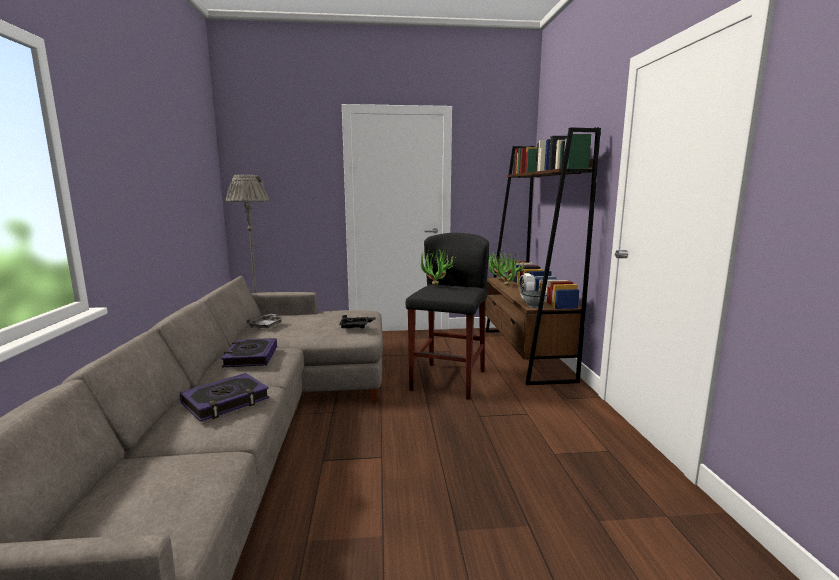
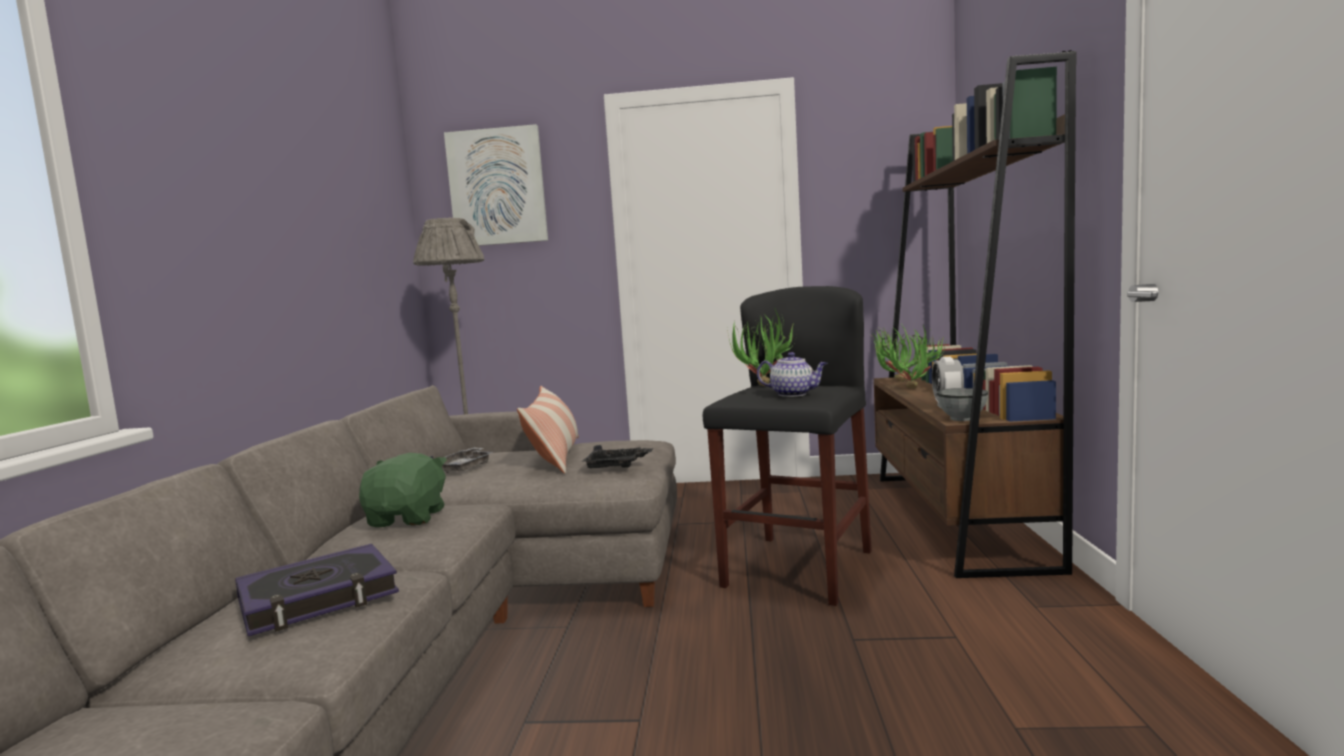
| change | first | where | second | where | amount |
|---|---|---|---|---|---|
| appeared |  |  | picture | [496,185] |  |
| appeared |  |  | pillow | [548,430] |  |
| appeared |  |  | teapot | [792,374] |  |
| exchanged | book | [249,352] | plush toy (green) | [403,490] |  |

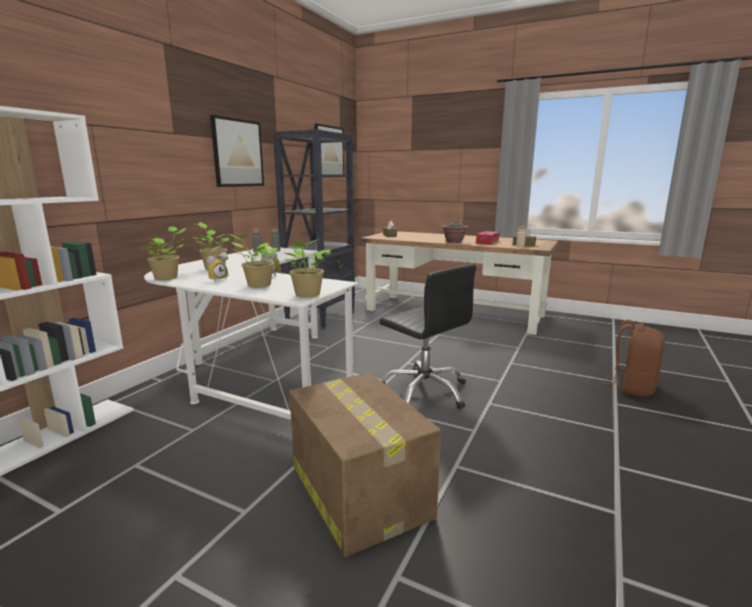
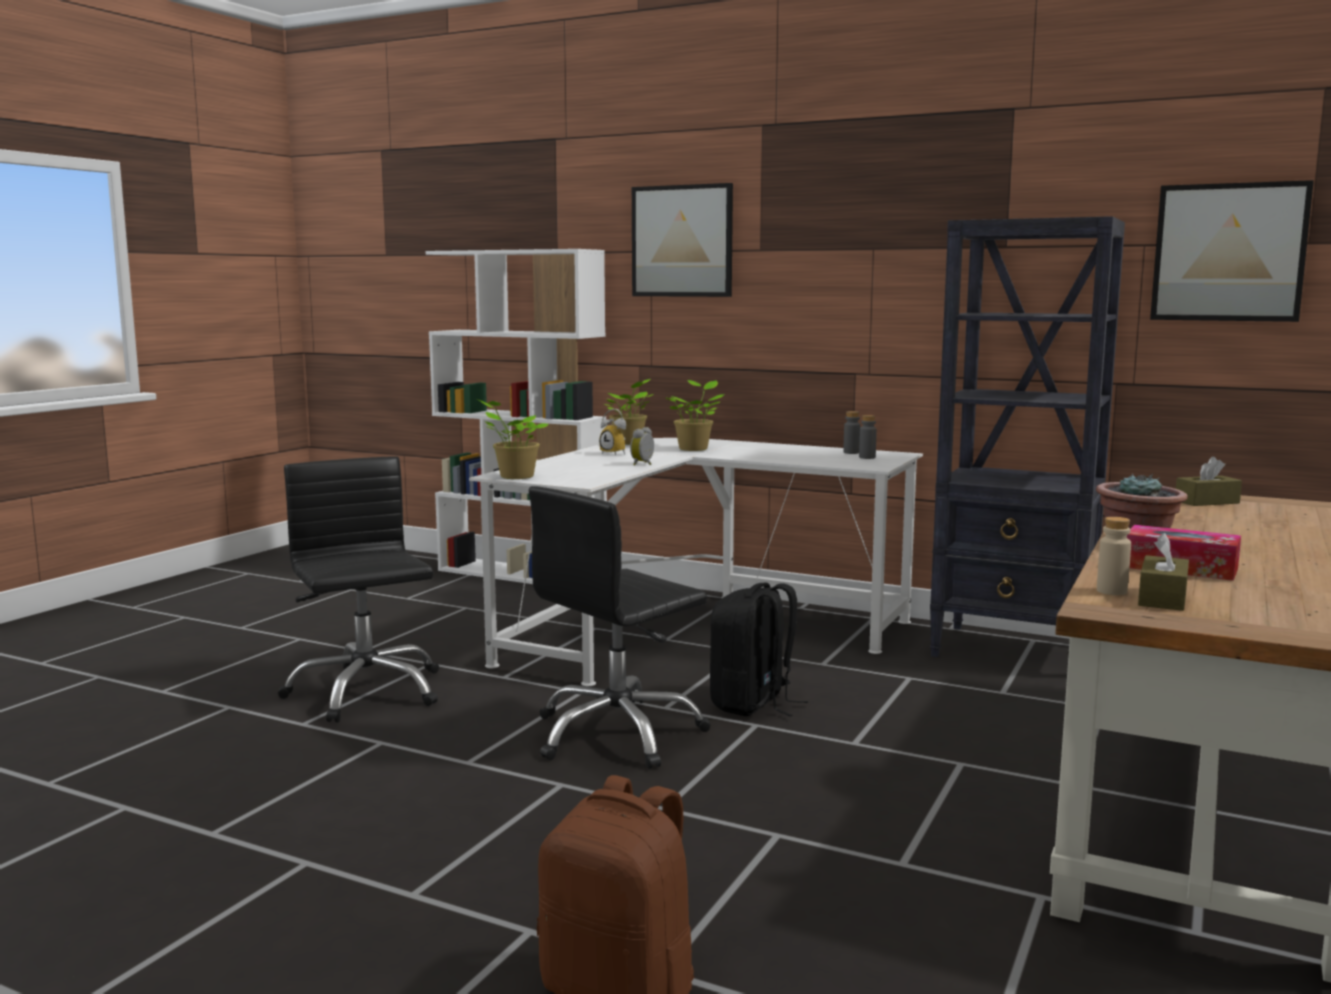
| change | first | where | second | where | amount |
|---|---|---|---|---|---|
| missing | potted plant | [251,260] |  |  |  |
| appeared |  |  | backpack (black) | [759,649] |  |
| relocated | picture | [237,151] |  | [682,240] |  |
| exchanged | cardboard box | [365,464] | office chair (black) | [358,589] |  |

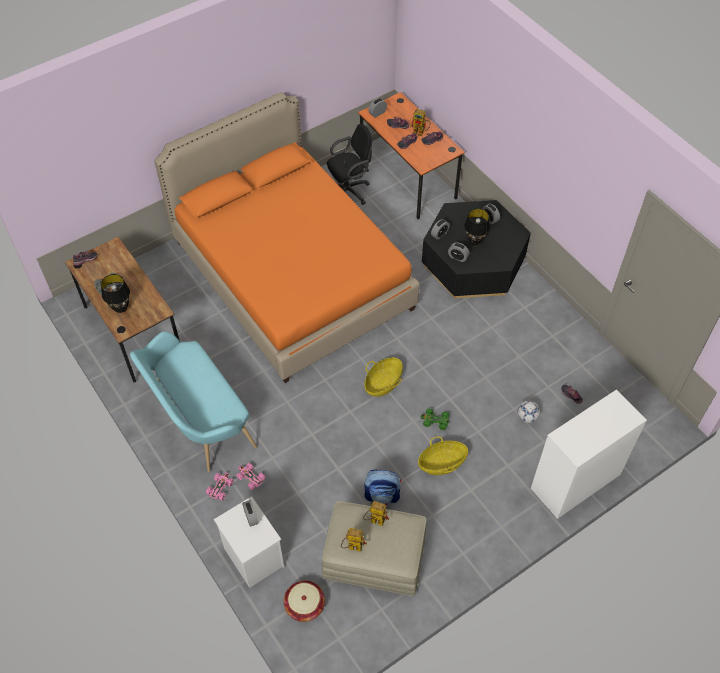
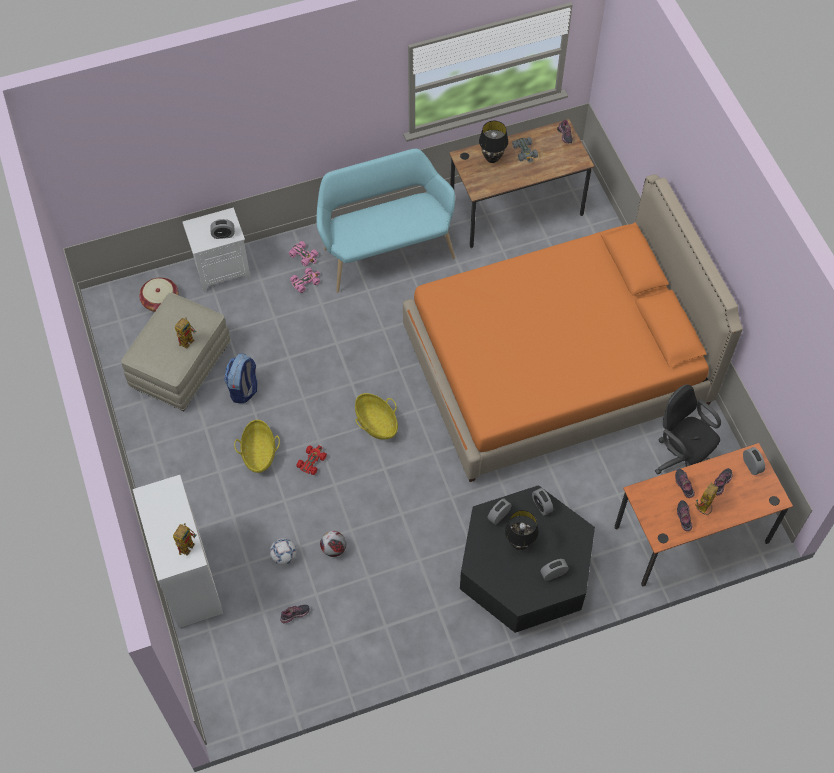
| change | first | where | second | where | amount |
|---|---|---|---|---|---|
| appeared |  |  | football | [333,544] |  |
| relocated | toy robot | [354,540] |  | [184,539] |  |
| colour | toy car (green) | [435,419] | toy car (red) | [311,460] |  |
| spun | office chair (black) | [349,164] |  | [688,429] | 150 degrees clockwise |

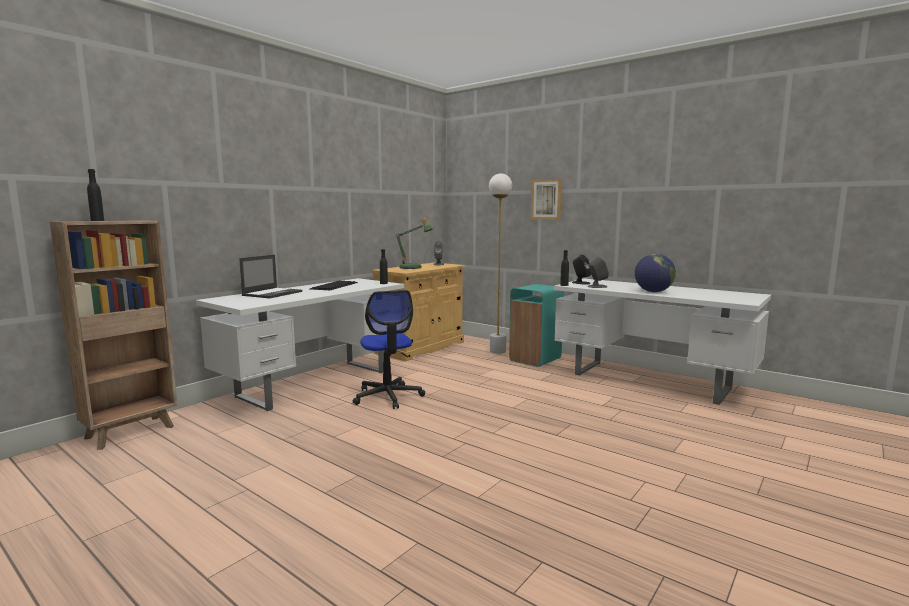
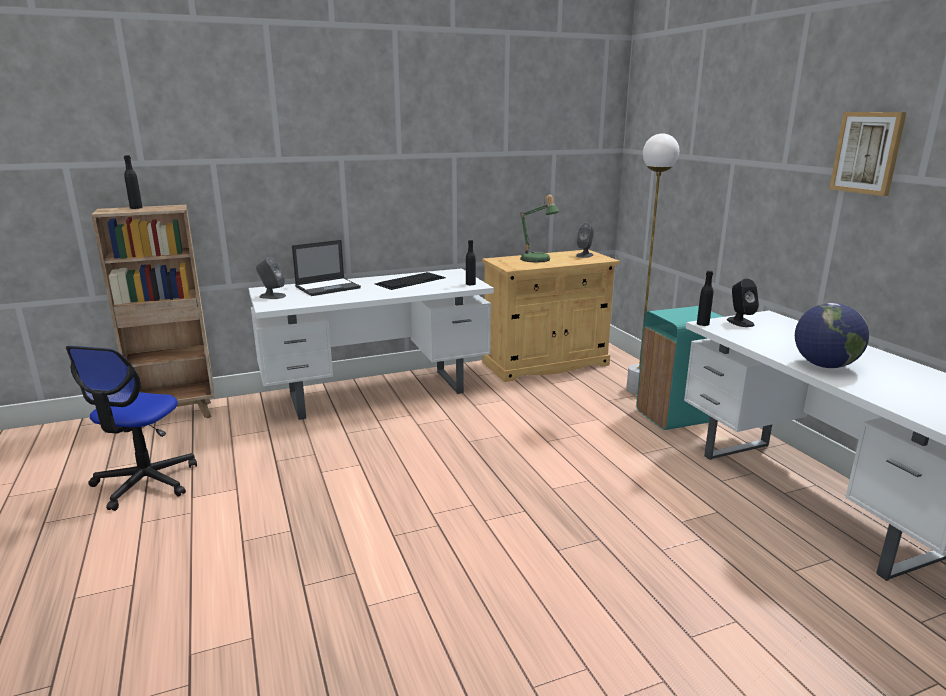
| change | first | where | second | where | amount |
|---|---|---|---|---|---|
| relocated | office chair | [389,349] |  | [131,428] |  |
| relocated | picture | [546,199] |  | [867,154] |  |
| relocated | speaker (grey) | [598,272] |  | [271,278] |  |

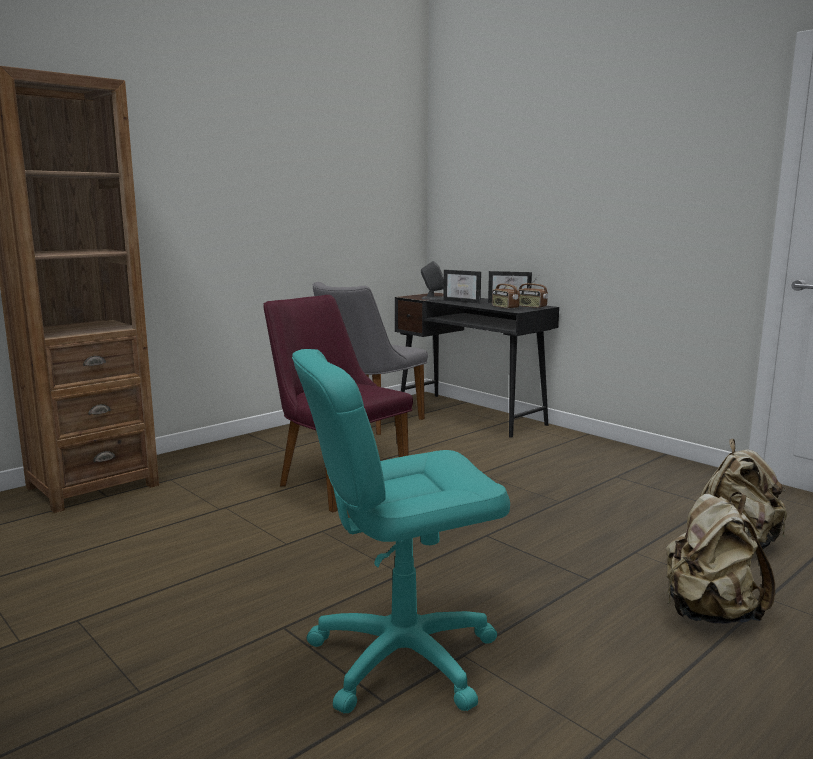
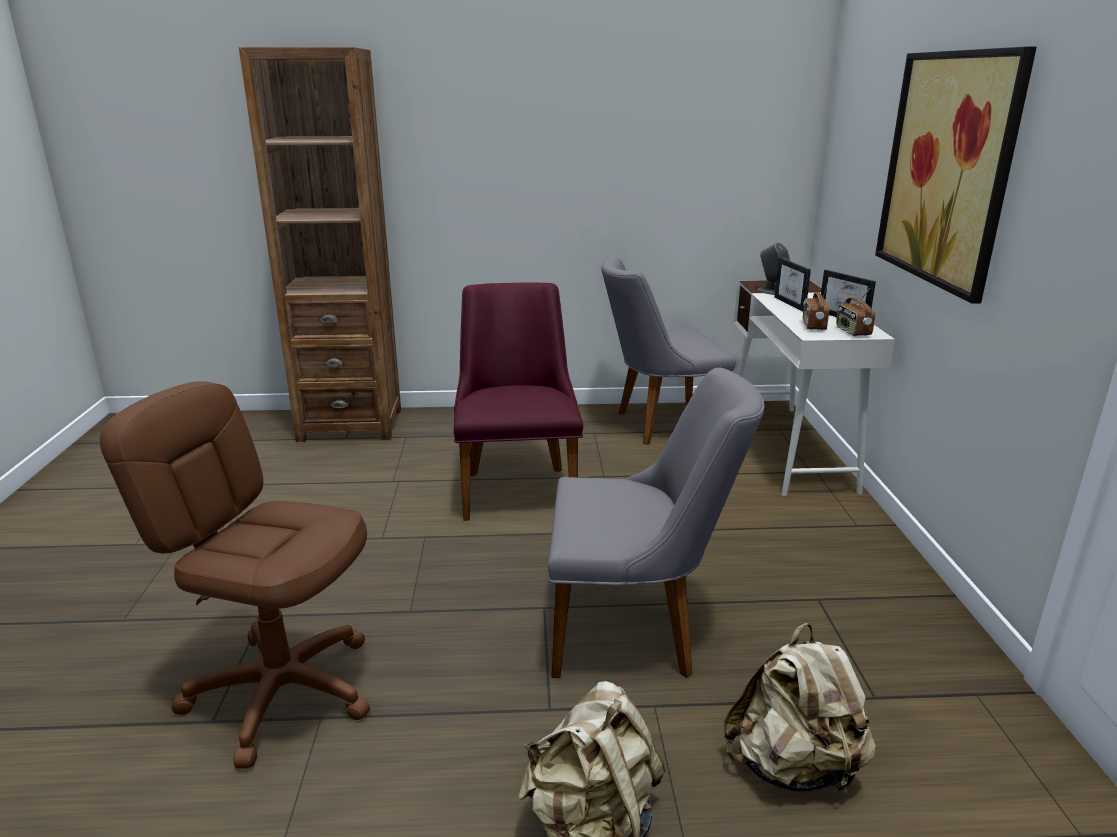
| change | first | where | second | where | amount |
|---|---|---|---|---|---|
| appeared |  |  | chair (grey) | [656,522] |  |
| appeared |  |  | picture | [956,175] |  |
| colour | office chair (turquoise) | [401,531] | office chair (brown) | [235,575] |  |
| colour | desk (black) | [477,365] | desk (white) | [814,388] |  |

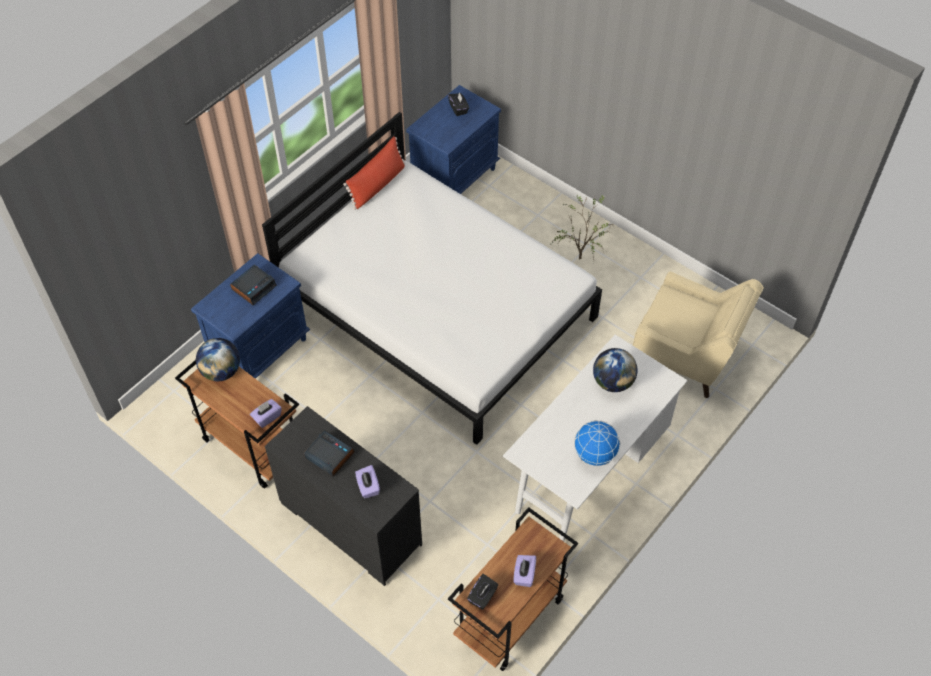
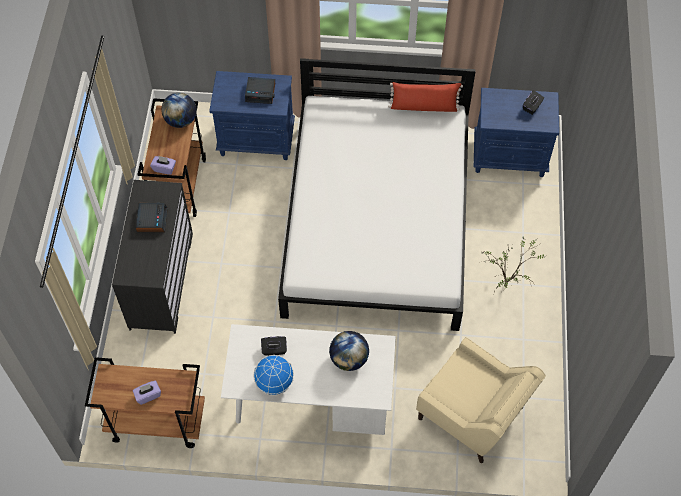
| change | first | where | second | where | amount |
|---|---|---|---|---|---|
| missing | tissue box (purple) | [367,481] |  |  |  |
| relocated | tissue box (black) | [482,592] |  | [274,346] |  |
| spun | armchair (beige) | [698,335] |  | [481,400] | 45 degrees counterclockwise |

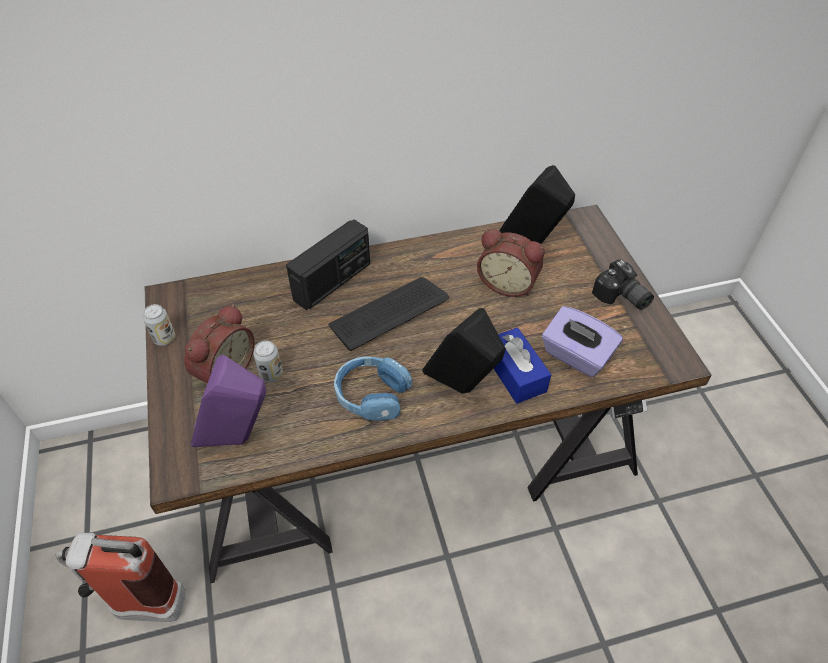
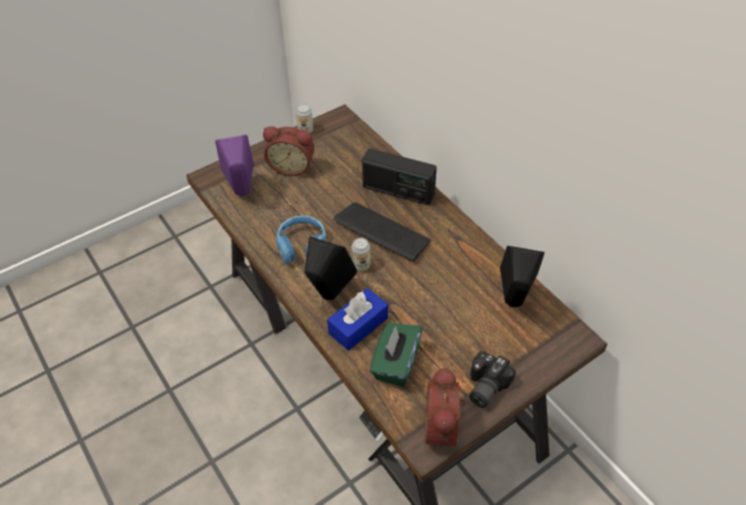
| change | first | where | second | where | amount |
|---|---|---|---|---|---|
| missing | fire extinguisher | [120,577] |  |  |  |
| relocated | can | [268,361] |  | [360,254] |  |
| relocated | alarm clock | [511,263] |  | [445,408] |  |
| colour | tissue box (purple) | [582,341] | tissue box (green) | [396,355] |  |

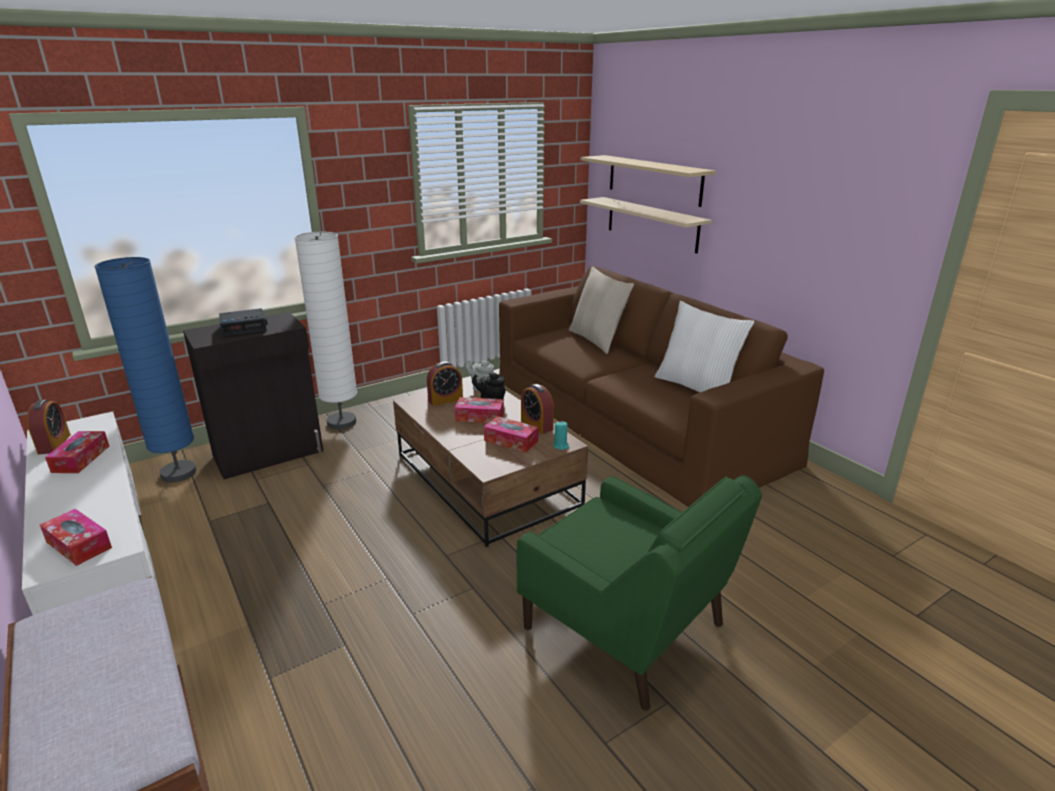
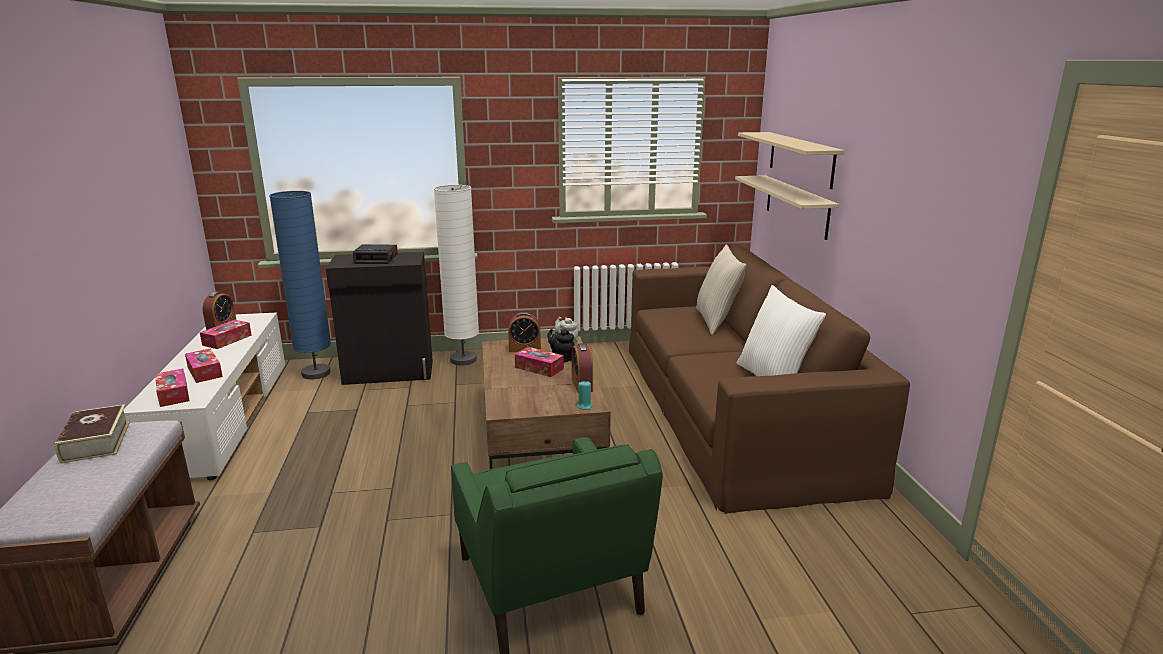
| change | first | where | second | where | amount |
|---|---|---|---|---|---|
| appeared |  |  | book | [92,434] |  |
| relocated | tissue box | [511,434] |  | [204,365] |  |

